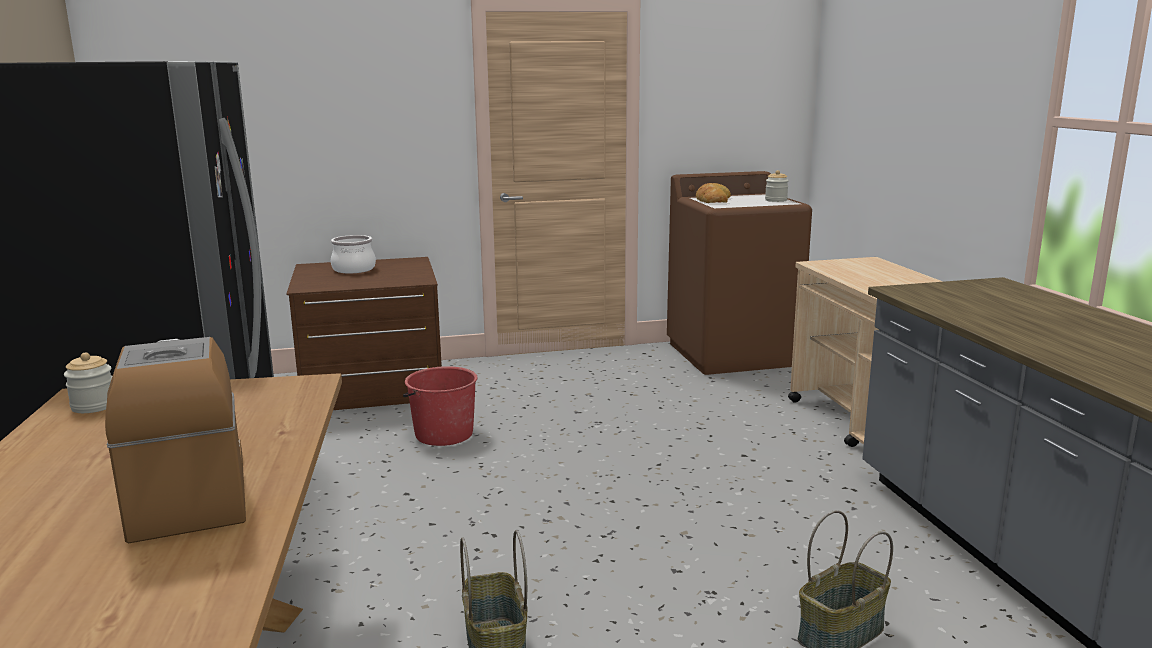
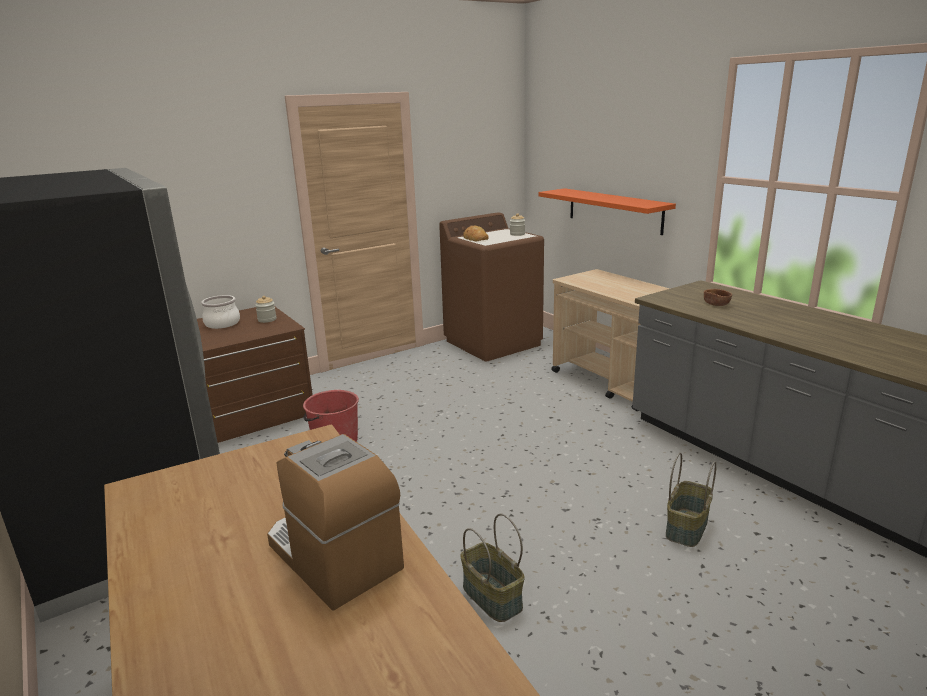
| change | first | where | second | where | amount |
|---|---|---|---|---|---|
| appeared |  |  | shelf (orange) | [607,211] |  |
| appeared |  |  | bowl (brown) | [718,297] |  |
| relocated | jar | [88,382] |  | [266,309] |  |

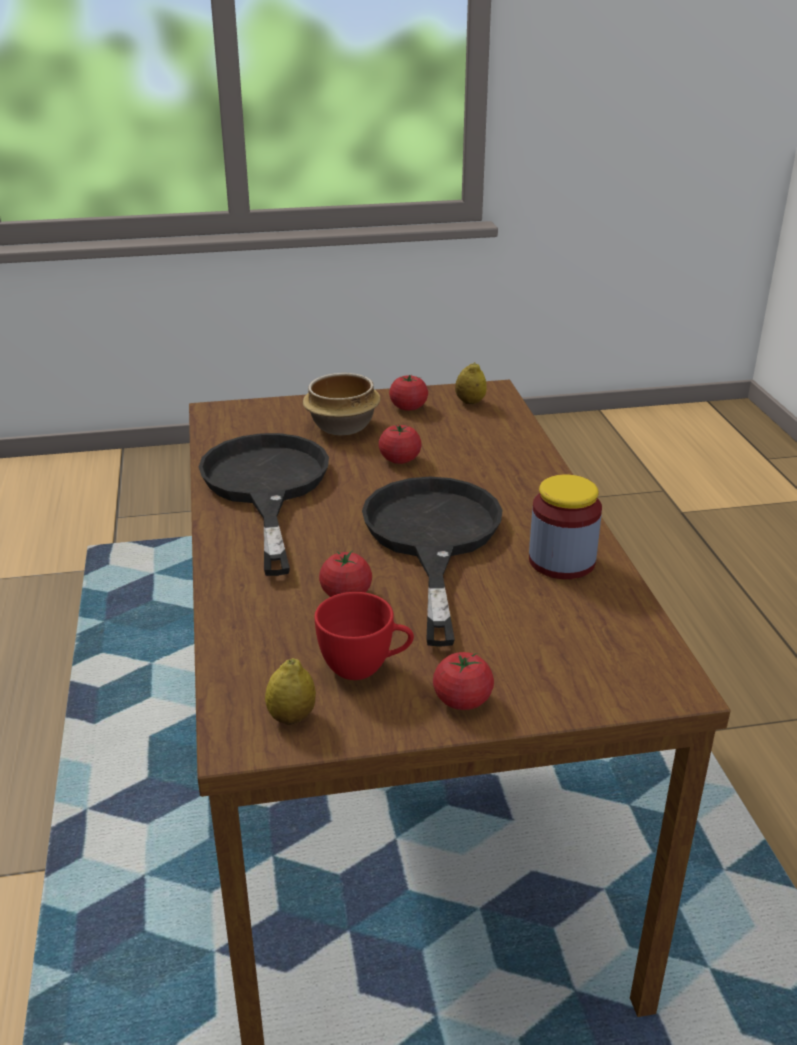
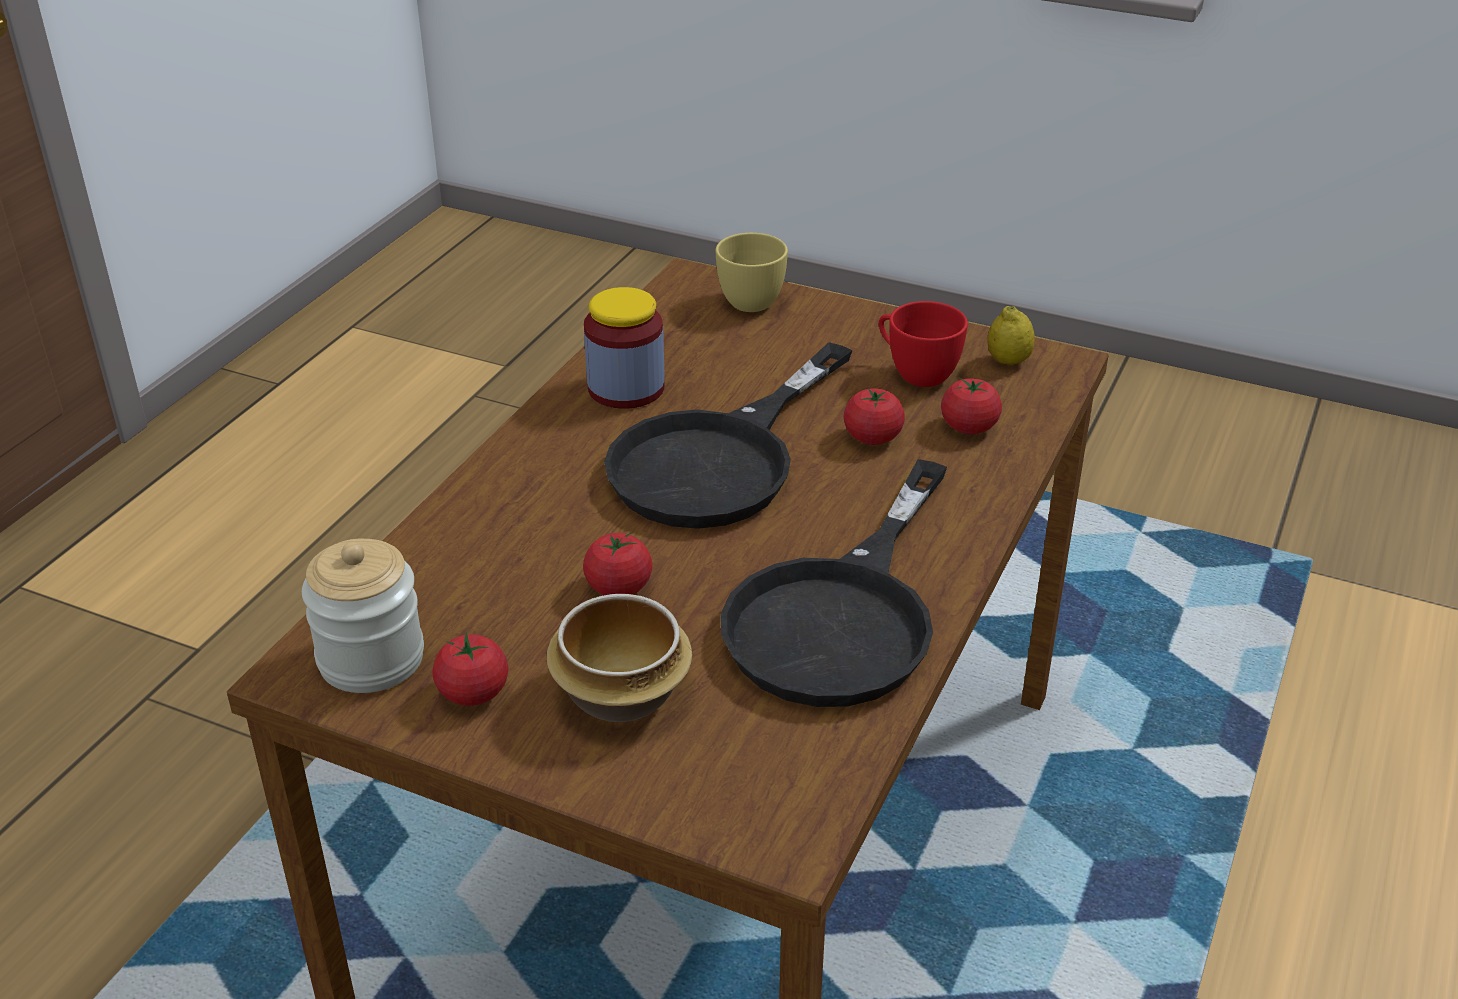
| change | first | where | second | where | amount |
|---|---|---|---|---|---|
| appeared |  |  | cup (yellow) | [752,272] |  |
| relocated | tomato | [463,681] |  | [971,406] |  |
| exchanged | lemon | [471,383] | jar | [363,616] |  |

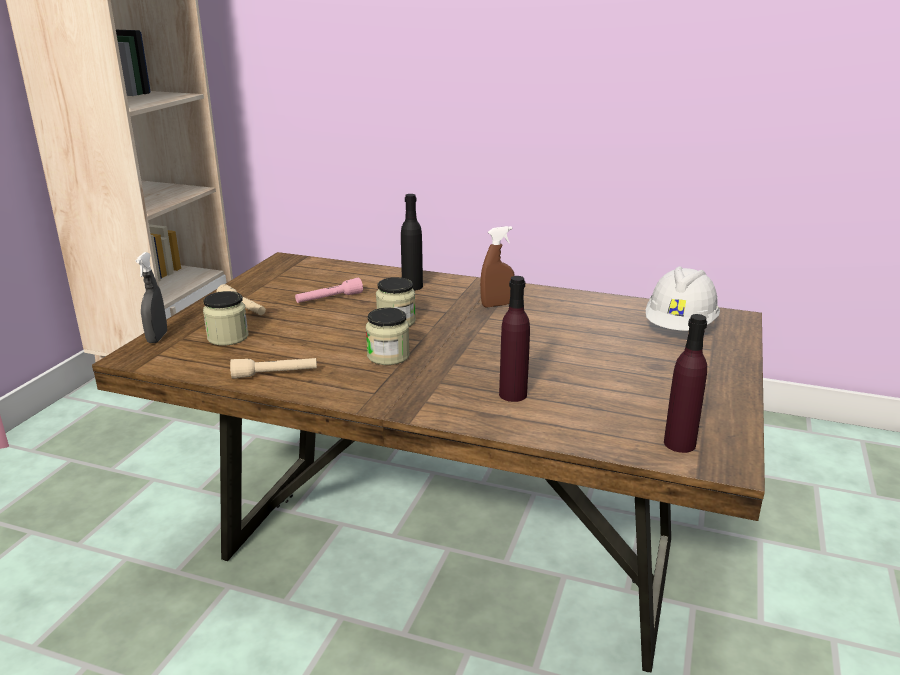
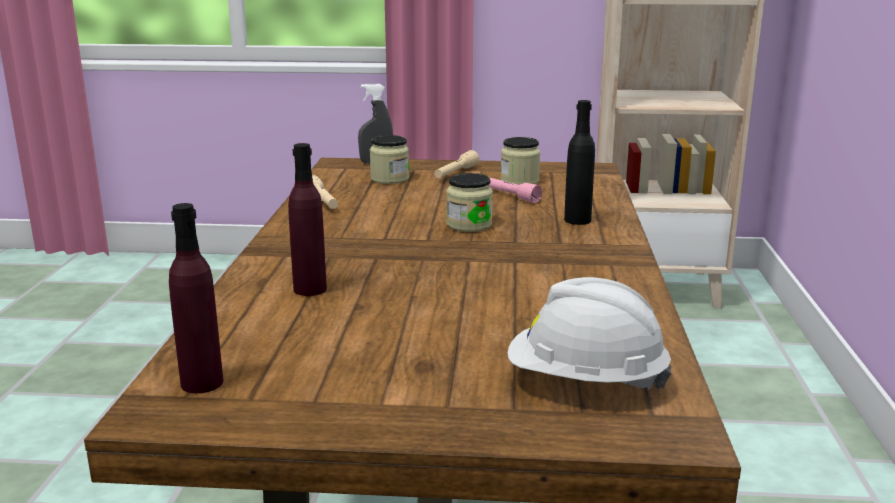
| change | first | where | second | where | amount |
|---|---|---|---|---|---|
| missing | spray bottle (brown) | [497,266] |  |  |  |
| relocated | jar | [388,336] |  | [520,161] |  |

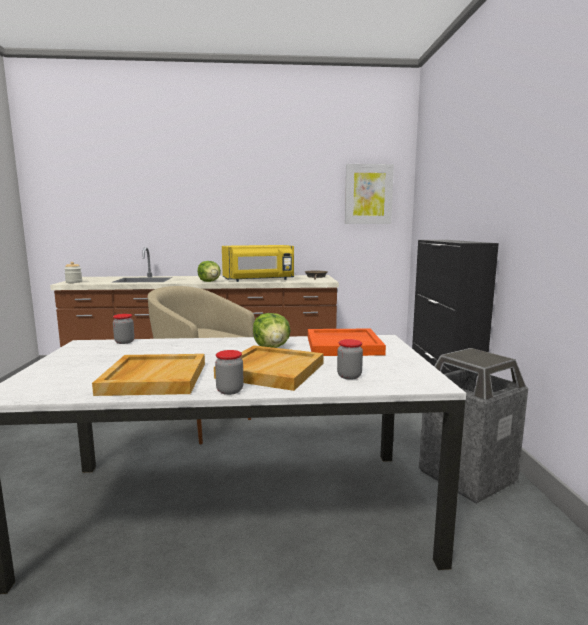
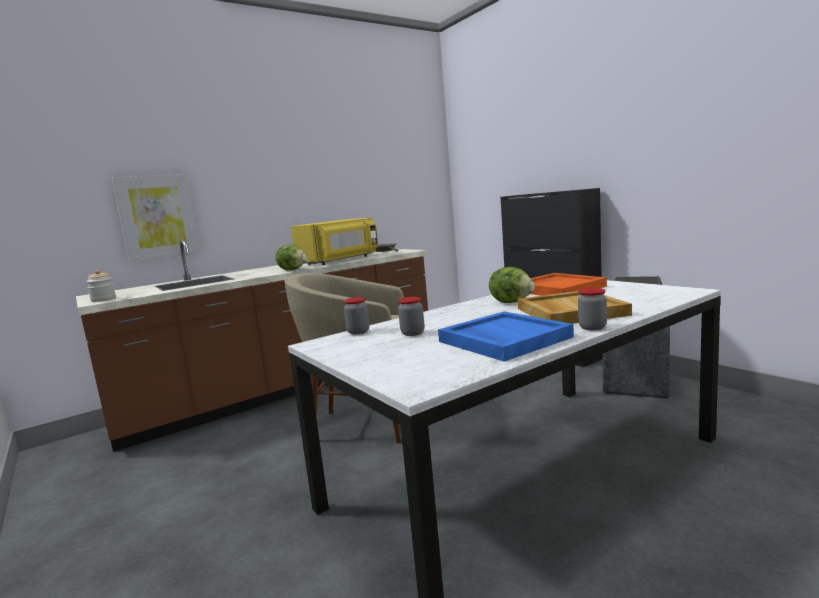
| change | first | where | second | where | amount |
|---|---|---|---|---|---|
| relocated | jar | [350,359] |  | [411,316] |  |
| relocated | picture | [369,194] |  | [156,218] |  |
| colour | tray (beige) | [148,375] | tray (blue) | [506,336] |  |

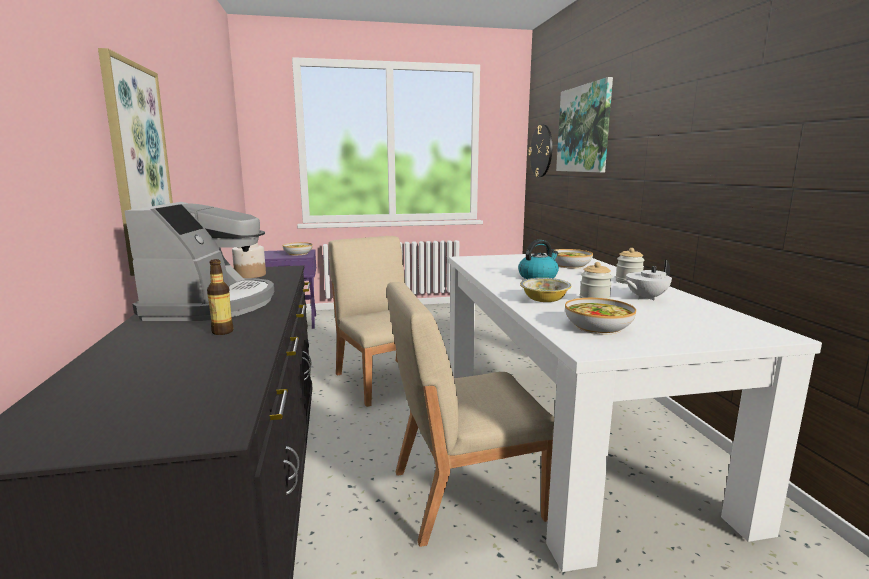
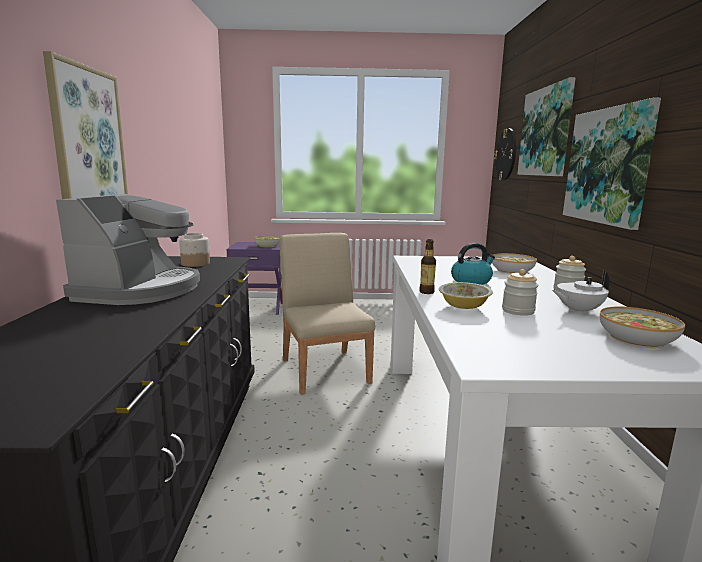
| change | first | where | second | where | amount |
|---|---|---|---|---|---|
| missing | chair (beige) | [470,414] |  |  |  |
| appeared |  |  | picture | [612,164] |  |
| relocated | bottle | [220,297] |  | [427,266] |  |
| relocated | bowl | [600,316] |  | [642,327] |  |

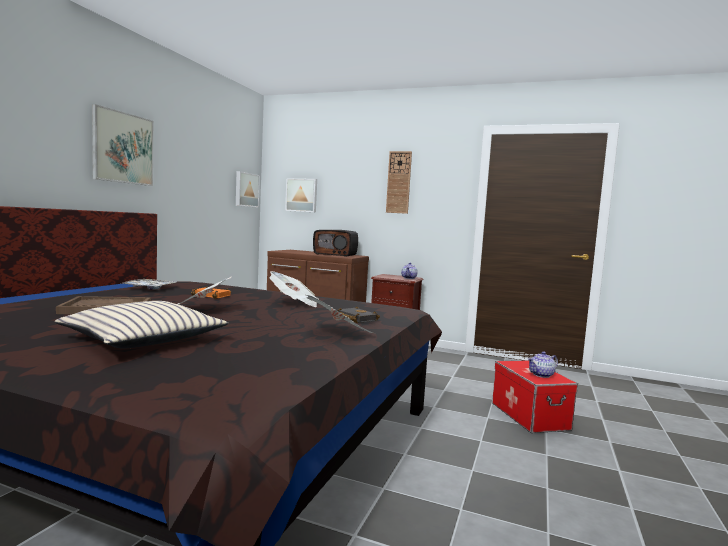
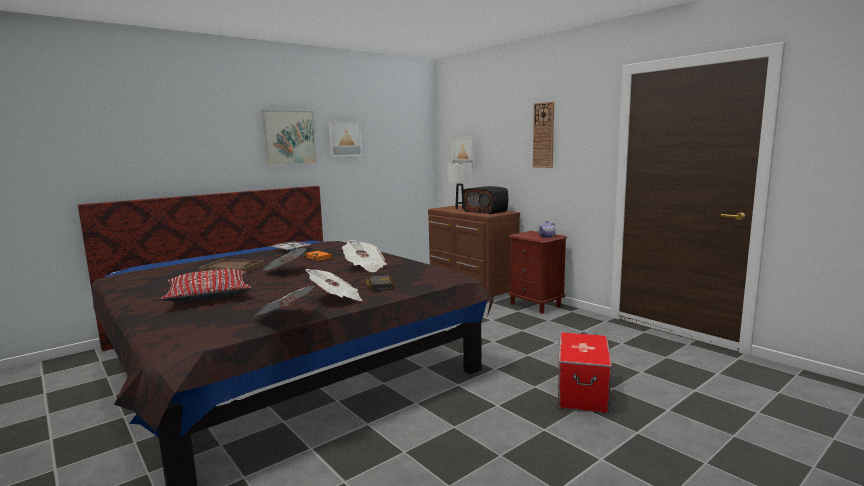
| change | first | where | second | where | amount |
|---|---|---|---|---|---|
| missing | teapot | [543,365] |  |  |  |
| appeared |  |  | newspaper | [284,301] |  |
| appeared |  |  | table lamp (white) | [459,186] |  |
| relocated | picture | [248,189] |  | [345,139] |  |
| colour | pillow (beige) | [142,325] | pillow (red) | [205,285] |  |

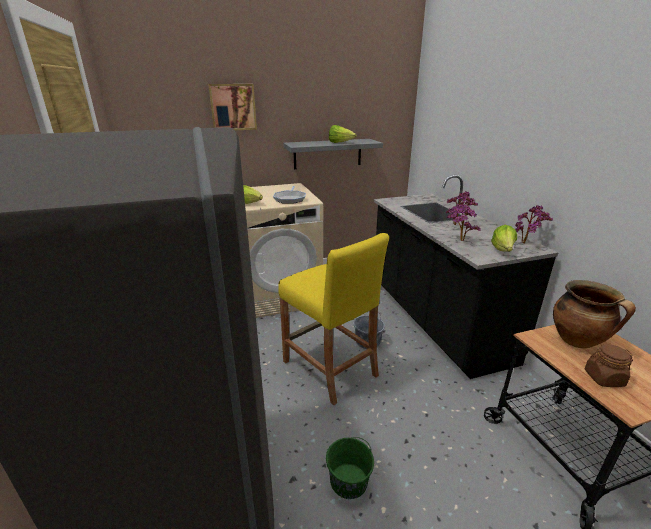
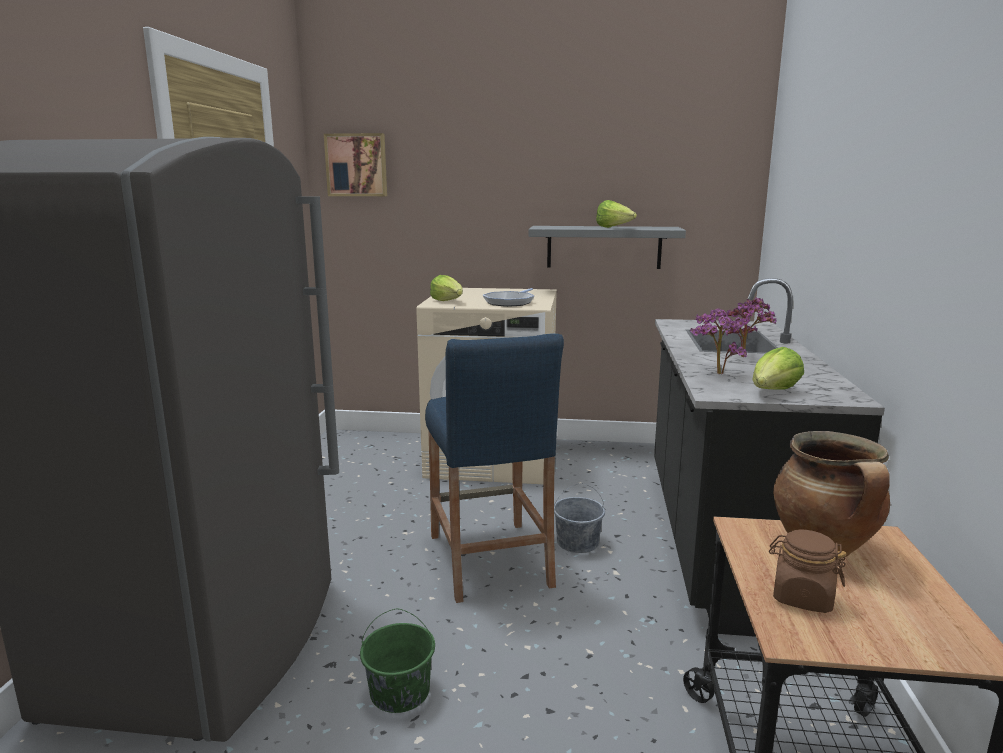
| change | first | where | second | where | amount |
|---|---|---|---|---|---|
| missing | potted plant | [534,224] |  |  |  |
| relocated | picture | [232,107] |  | [355,164] |  |
| colour | stool (yellow) | [333,319] | stool (blue) | [494,468] |  |

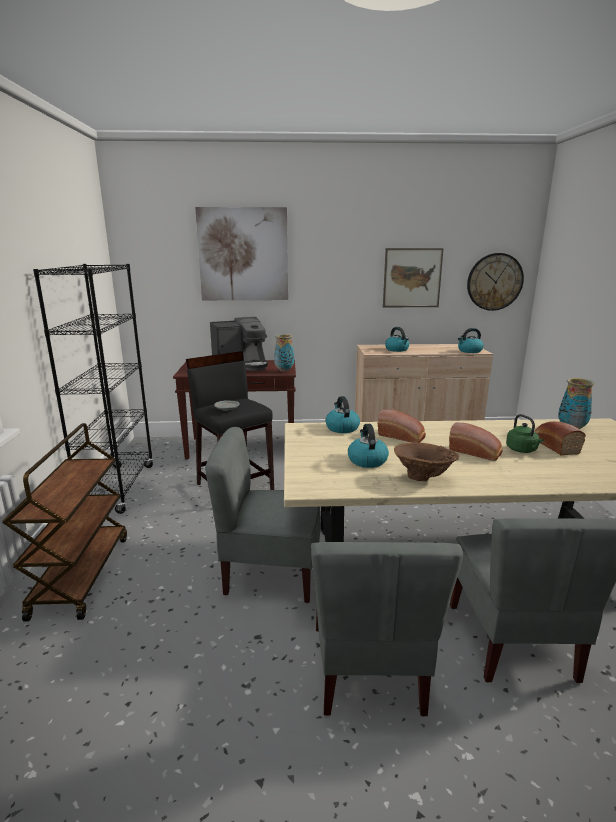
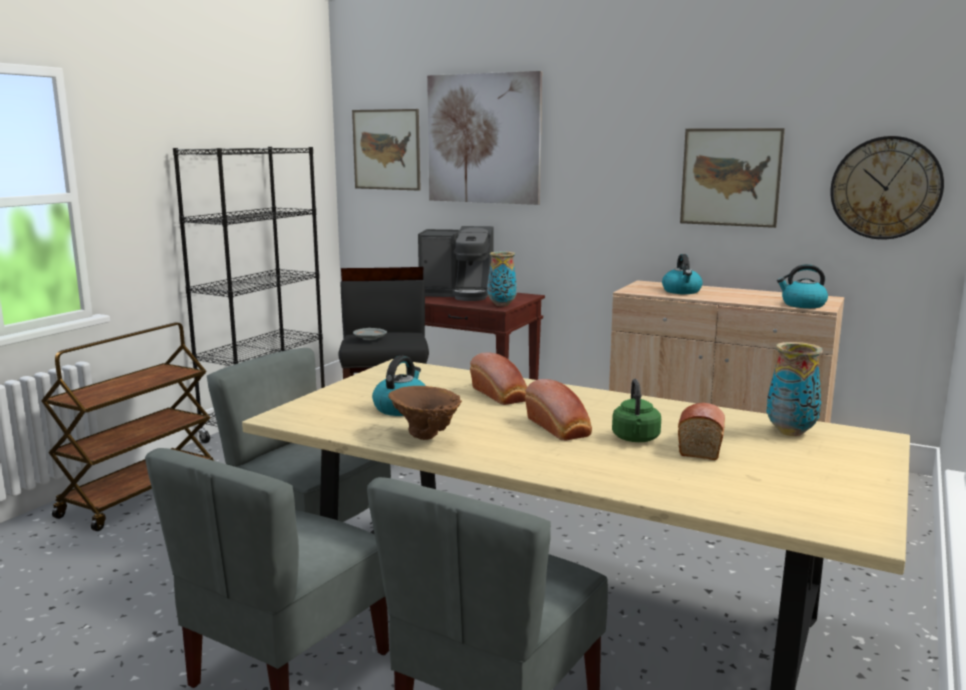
| change | first | where | second | where | amount |
|---|---|---|---|---|---|
| missing | kettle | [342,414] |  |  |  |
| appeared |  |  | picture | [386,150] |  |

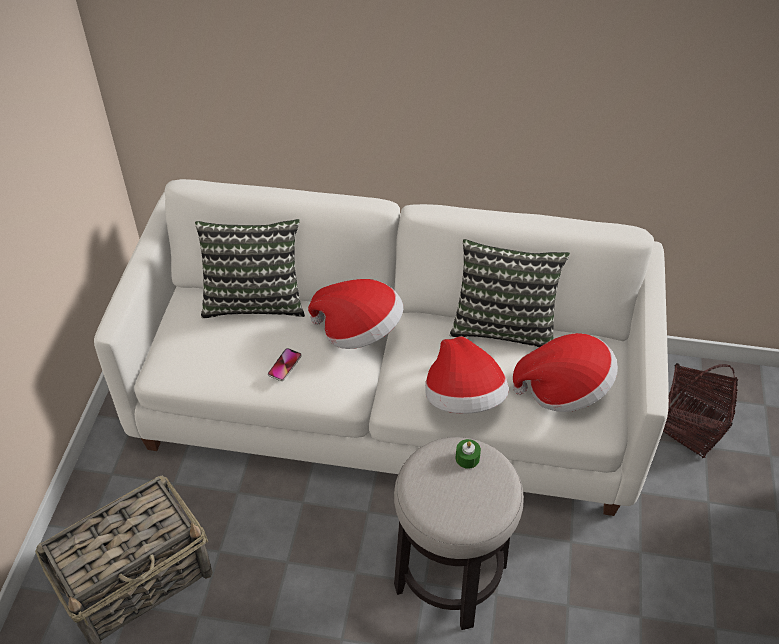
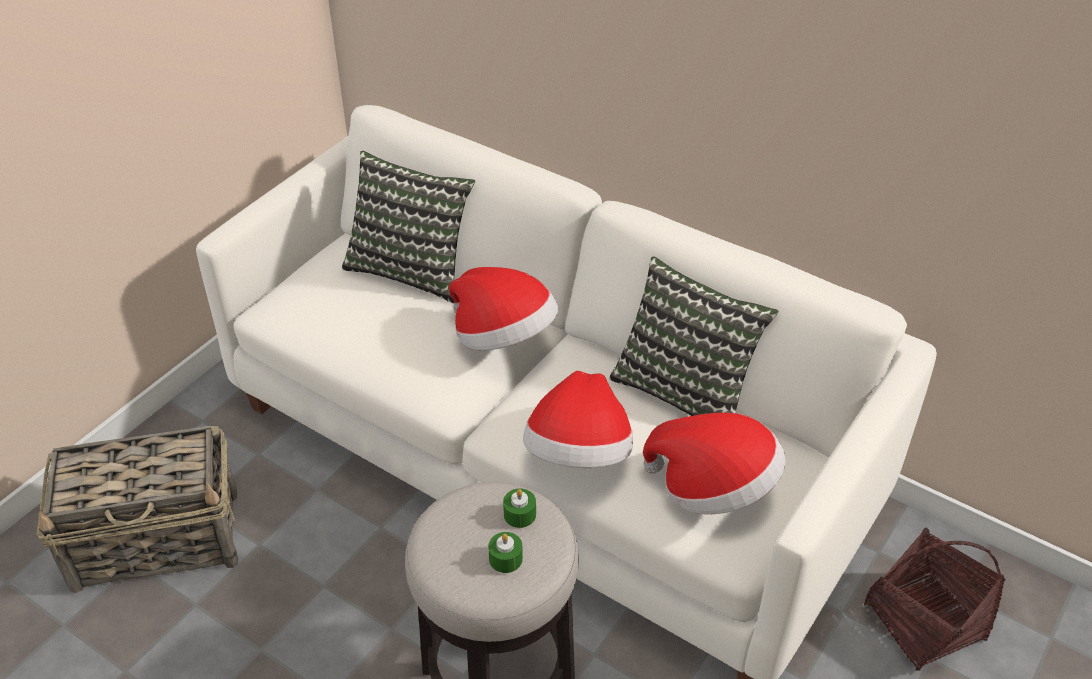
| change | first | where | second | where | amount |
|---|---|---|---|---|---|
| missing | phone | [285,364] |  |  |  |
| appeared |  |  | candle (green) | [505,552] |  |

